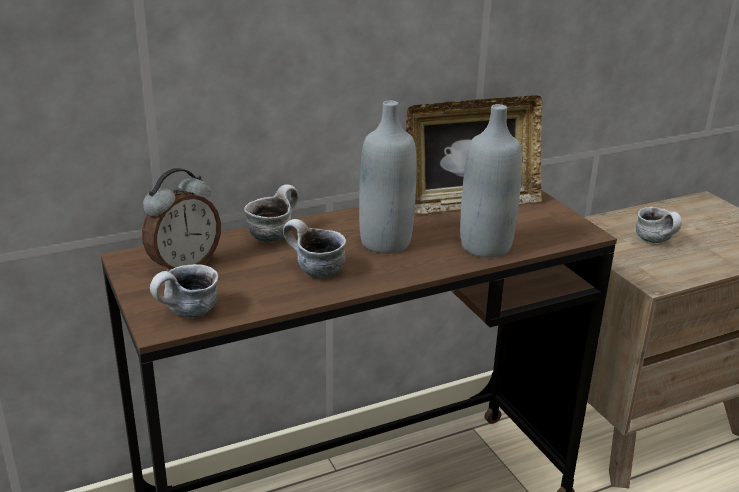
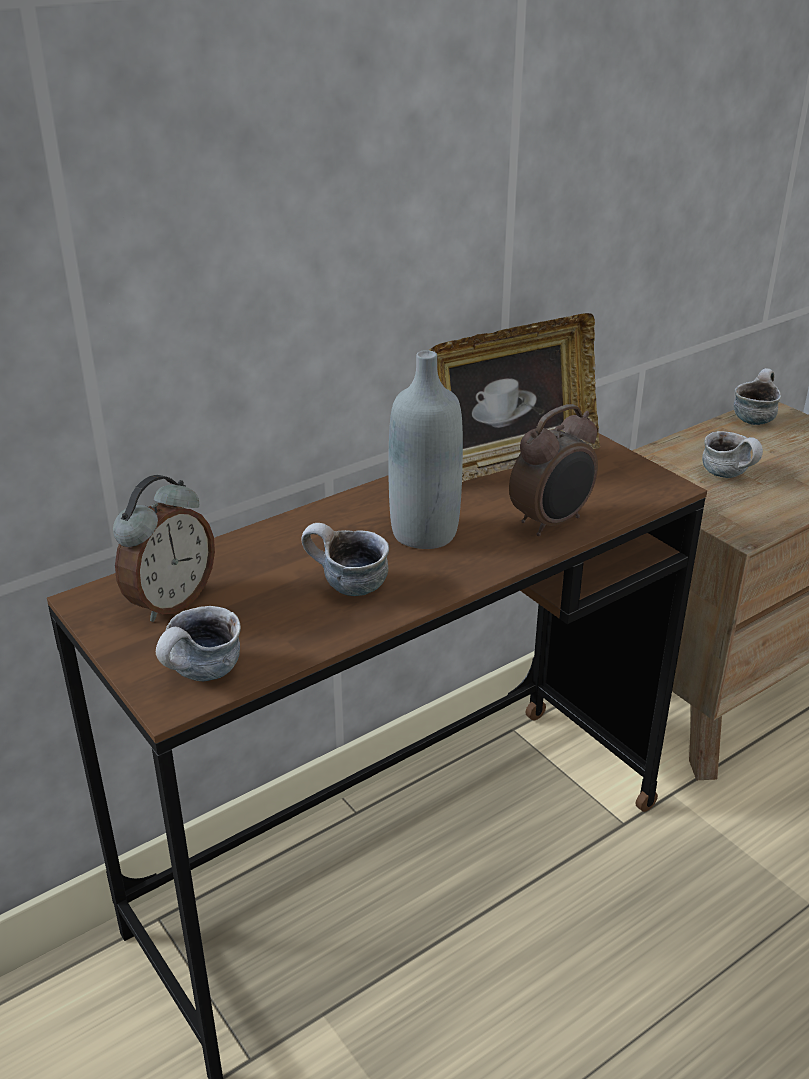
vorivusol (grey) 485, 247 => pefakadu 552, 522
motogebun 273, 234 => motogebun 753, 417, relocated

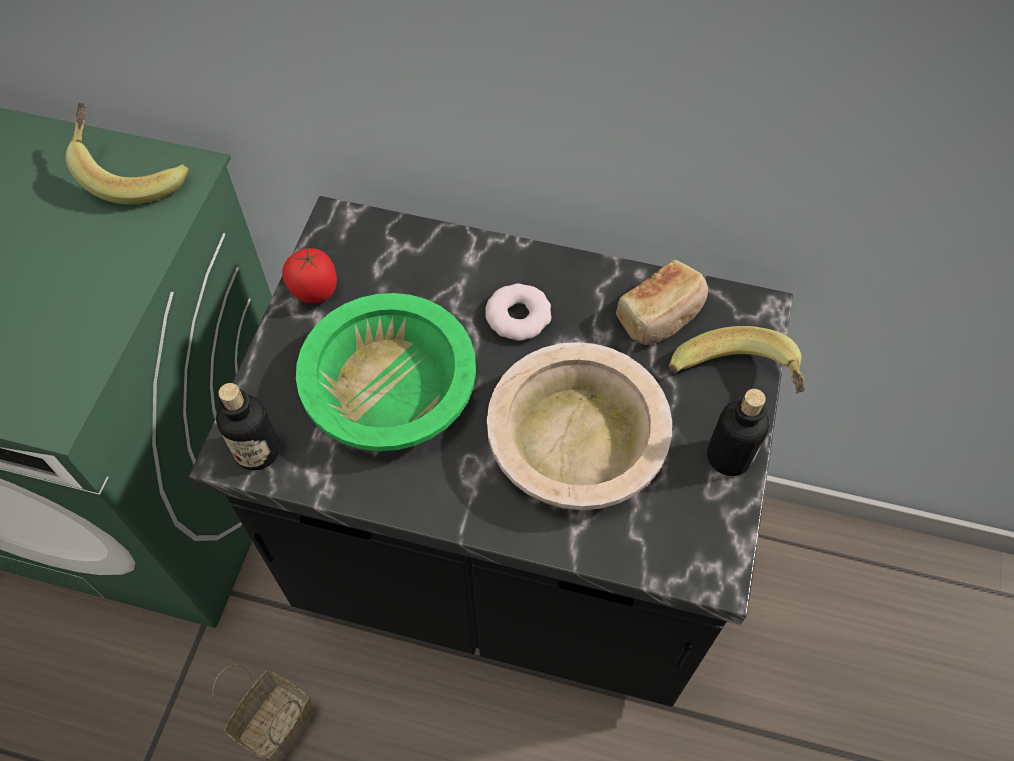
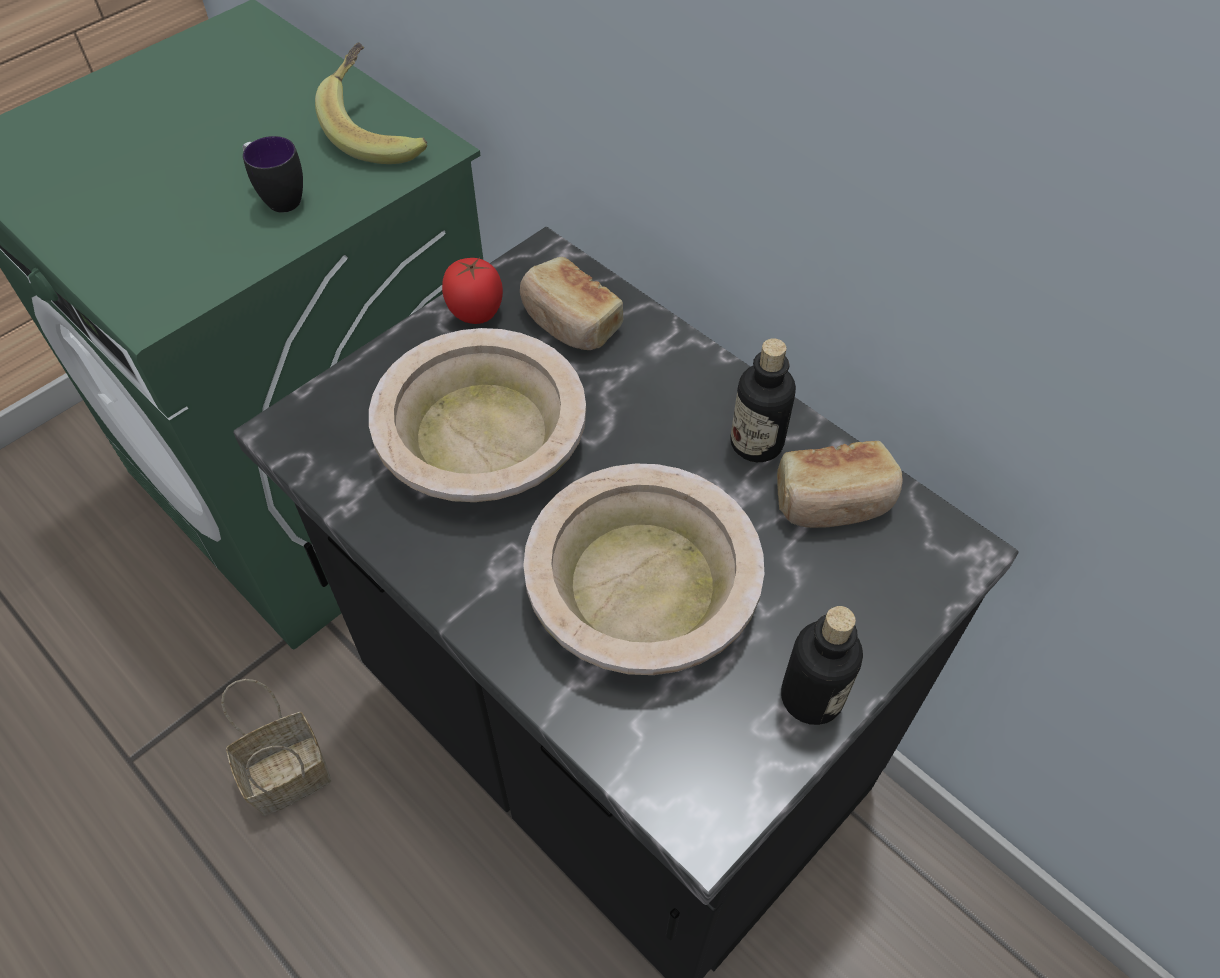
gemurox 518, 316 => nothing
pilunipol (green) 389, 387 => pilunipol (beige) 482, 437
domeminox 736, 384 => nothing
vorivusol 257, 451 => vorivusol 756, 443, relocated
nothing => motogebun 278, 198
nothing => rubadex 570, 322

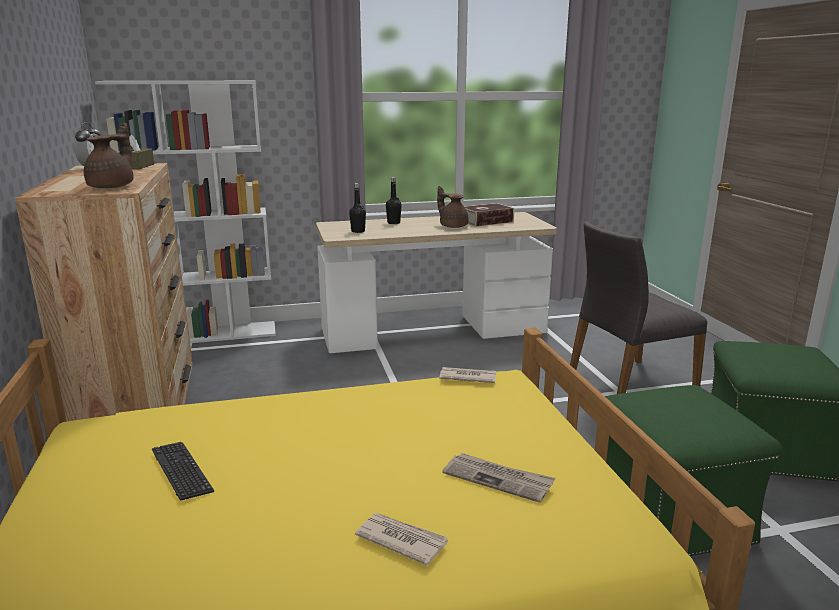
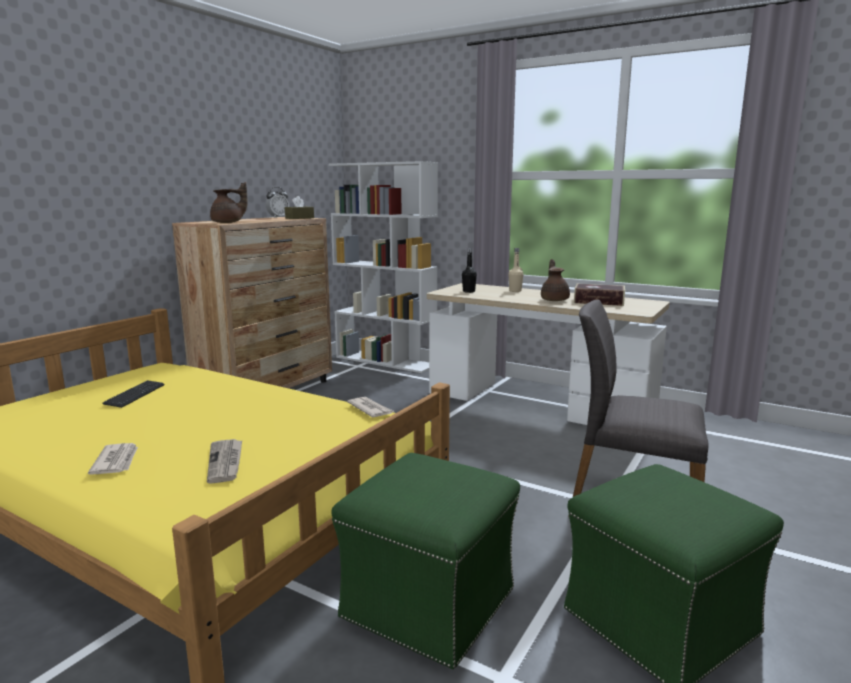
vorivusol (black) 393, 223 => vorivusol (beige) 515, 291

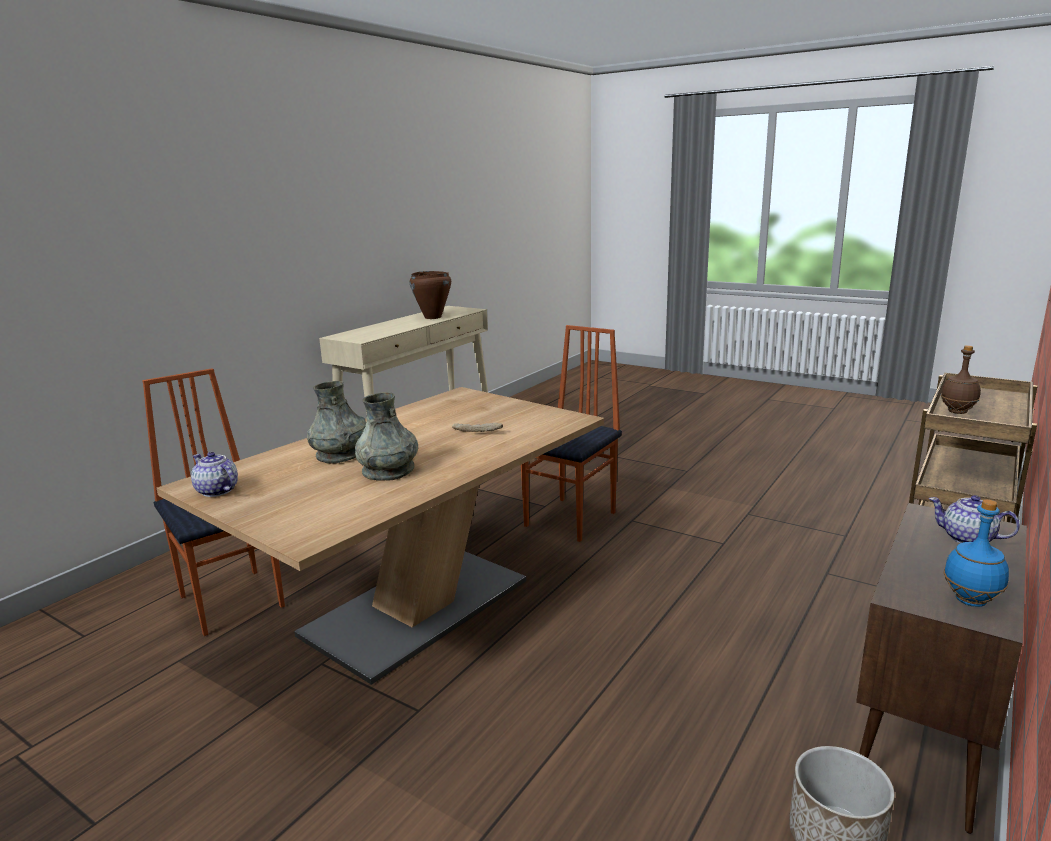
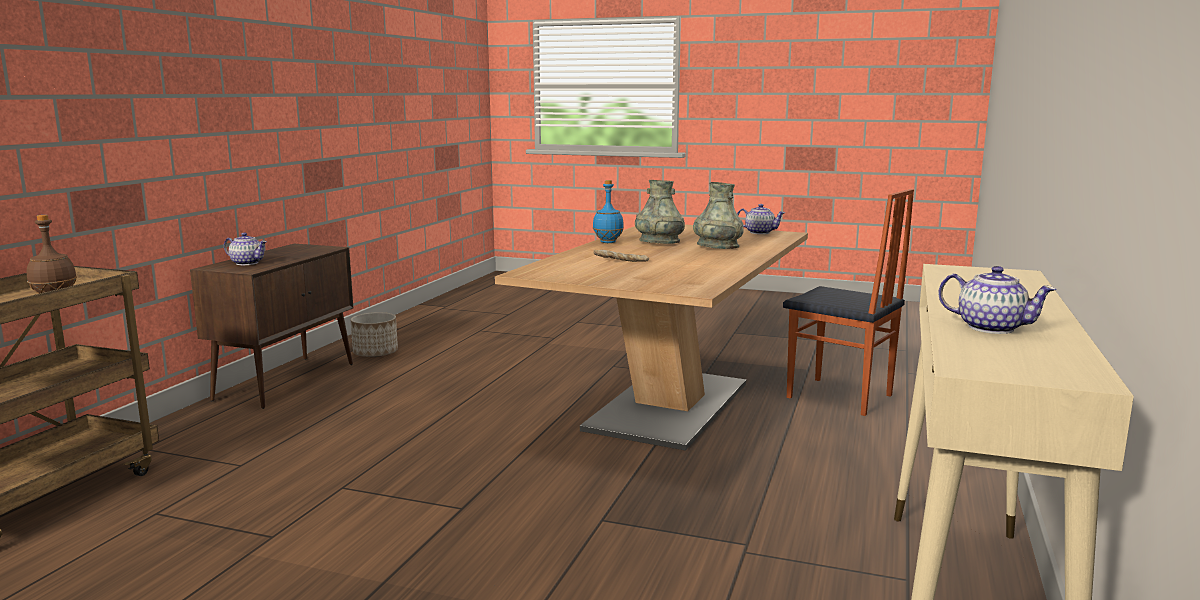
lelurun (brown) 432, 317 => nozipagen 990, 327
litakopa 572, 519 => nothing
vorivusol (blue) 971, 601 => vorivusol (blue) 607, 242, relocated

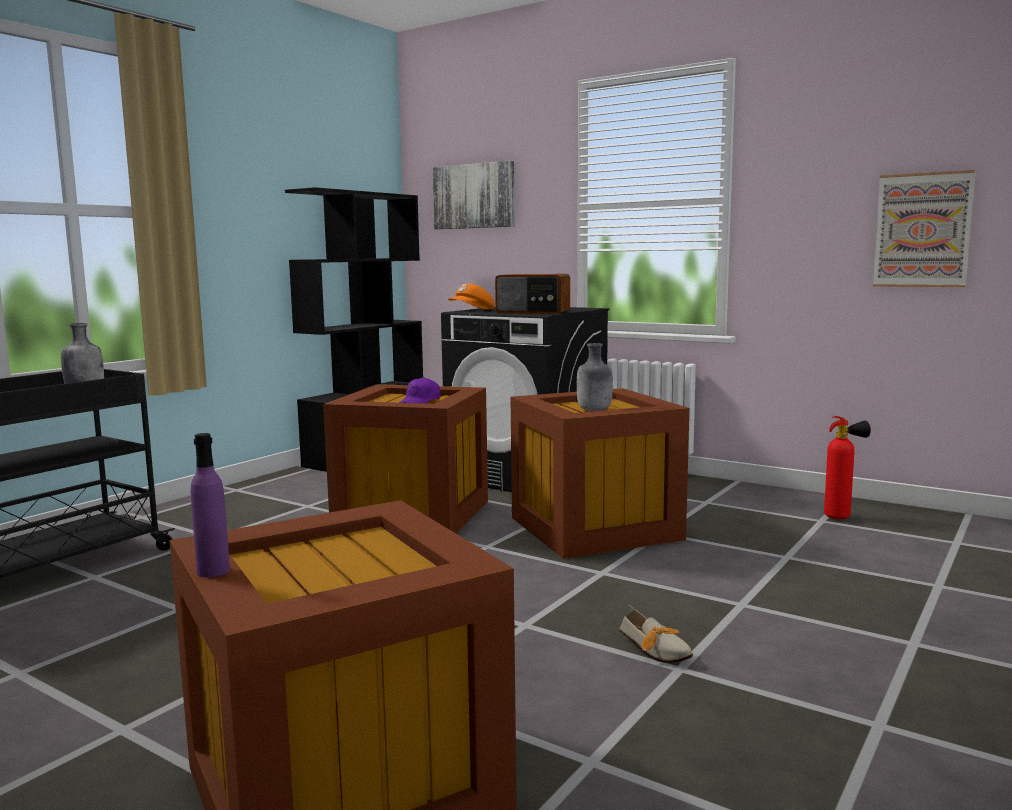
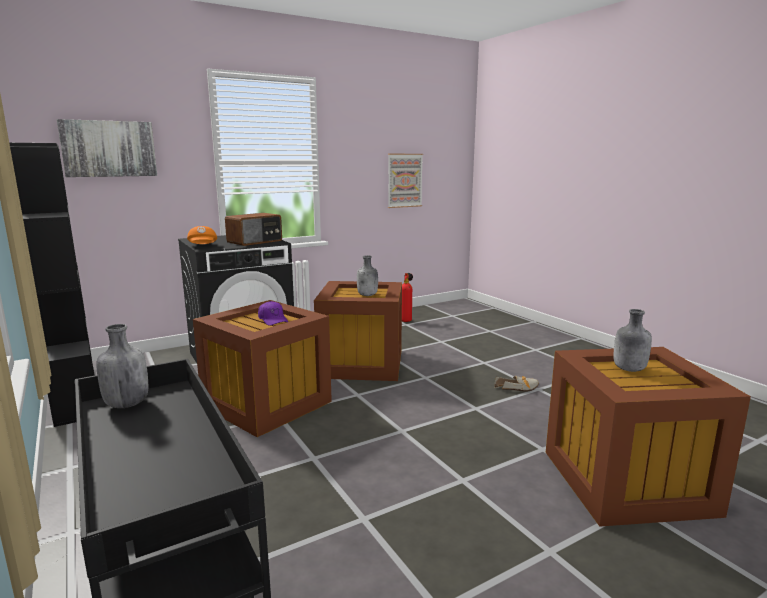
vorivusol (purple) 213, 571 => nothing
nothing => vorivusol (grey) 628, 369

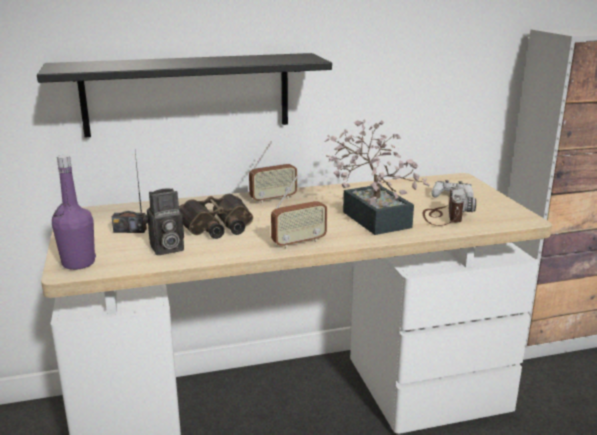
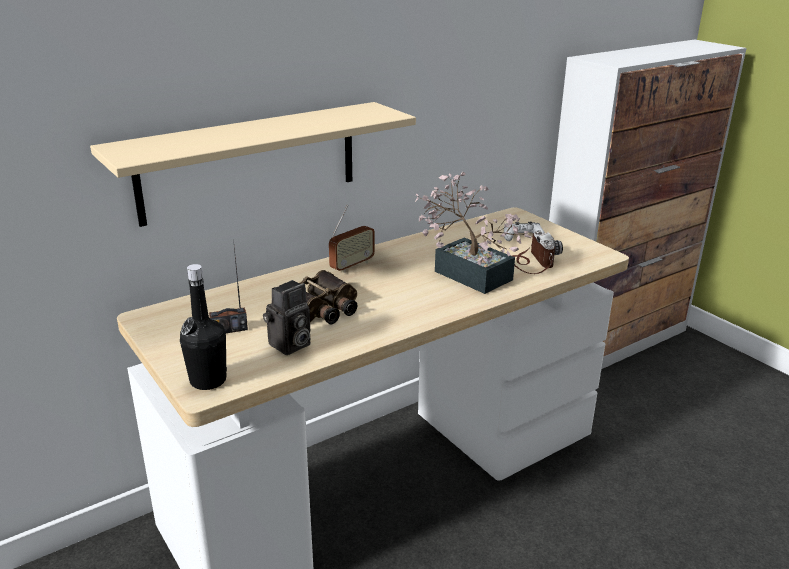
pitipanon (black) 187, 94 => pitipanon (beige) 250, 162
vorivusol (purple) 78, 263 => vorivusol (black) 208, 380
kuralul 299, 242 => nothing

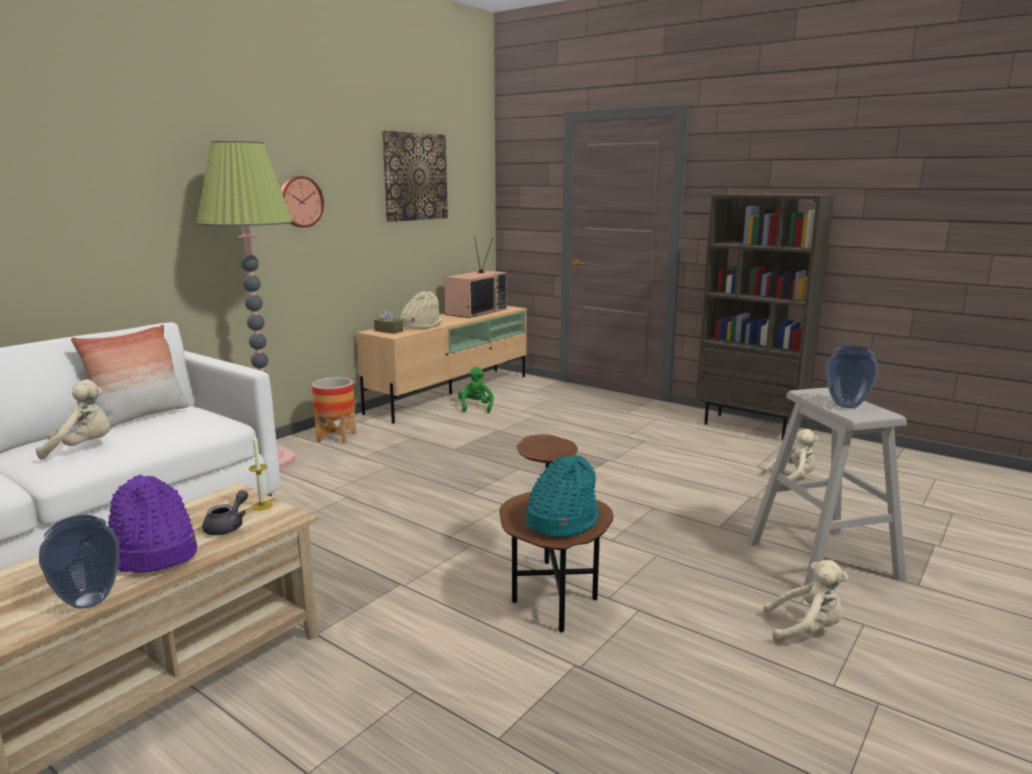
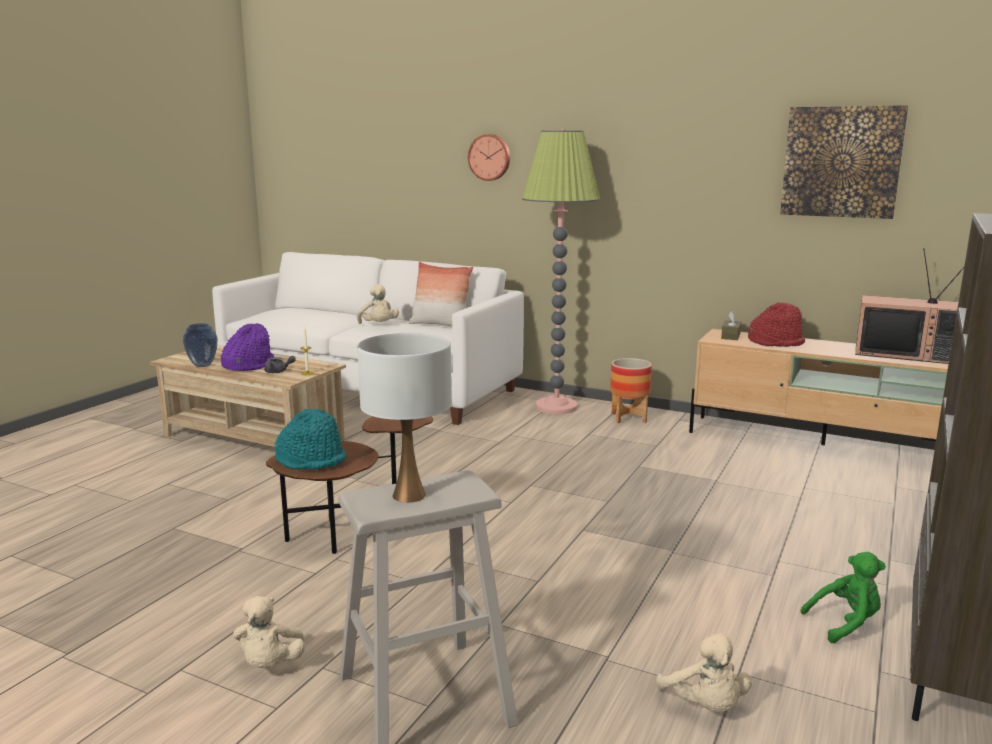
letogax 299, 201 => letogax 490, 157, relocated
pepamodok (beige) 421, 325 => pepamodok (red) 776, 342
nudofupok 846, 405 => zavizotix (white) 409, 495
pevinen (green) 475, 407 => pevinen (green) 845, 624, relocated

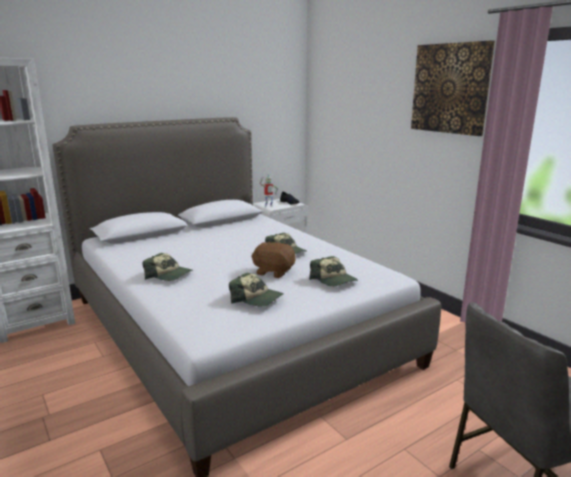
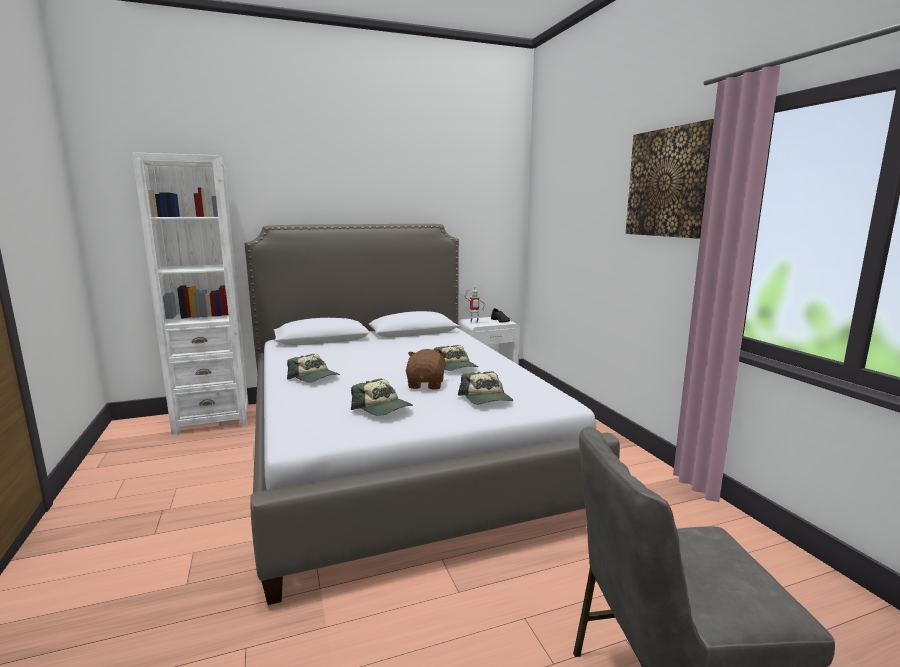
pevinen (brown) 274, 272 => pevinen (brown) 426, 384, 60 degrees clockwise

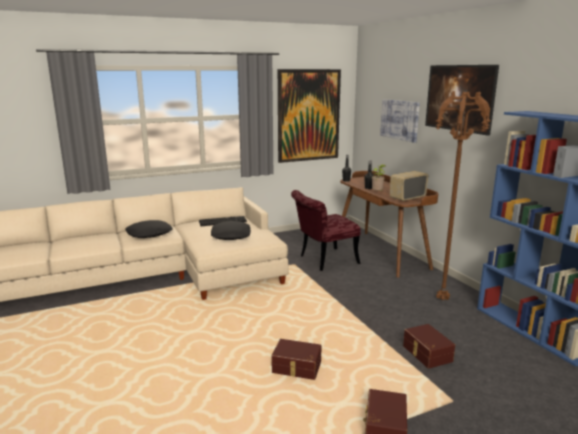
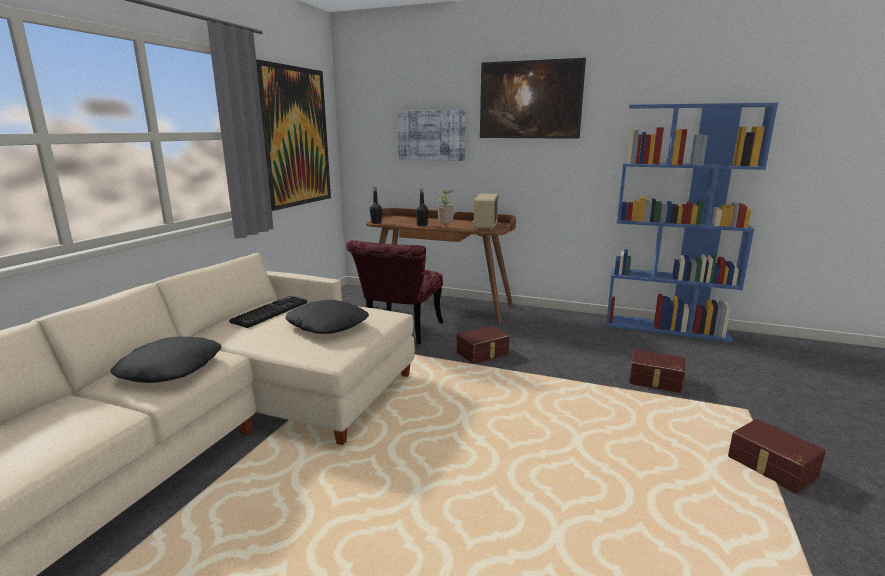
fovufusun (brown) 442, 300 => nothing
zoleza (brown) 296, 368 => zoleza (brown) 483, 353, relocated

